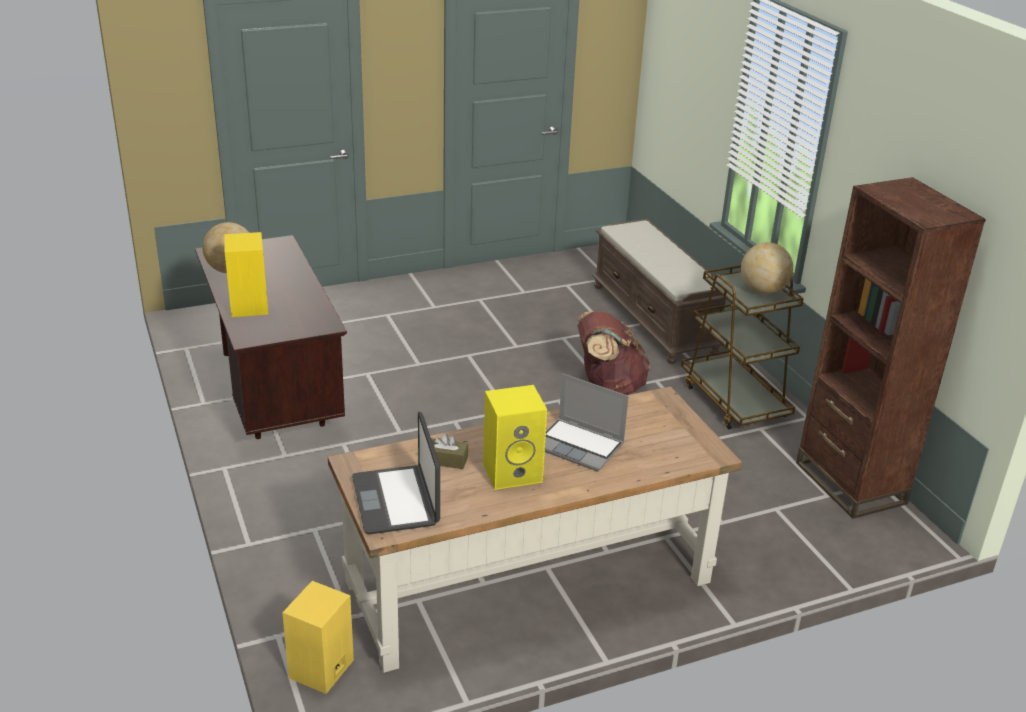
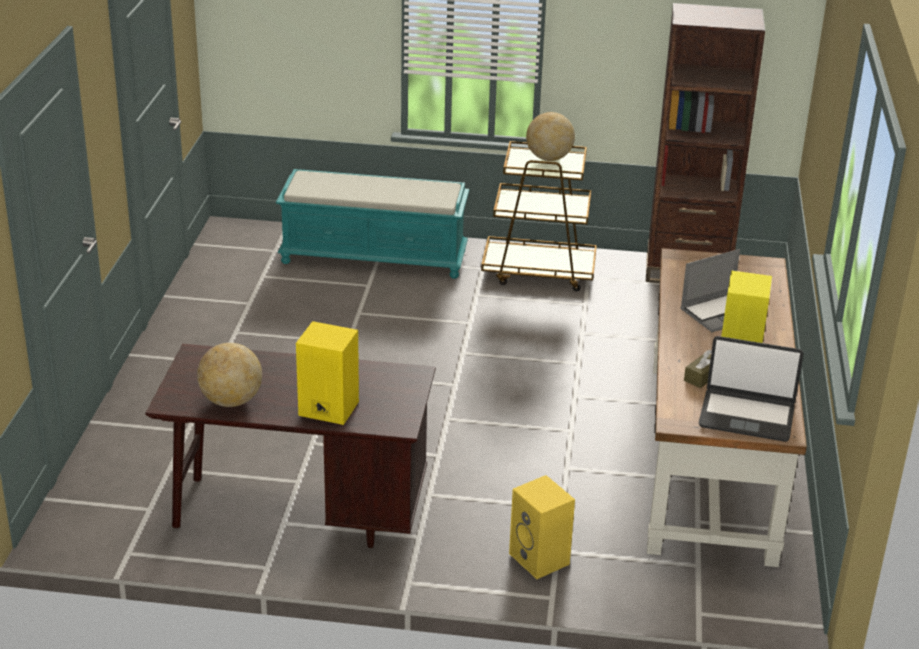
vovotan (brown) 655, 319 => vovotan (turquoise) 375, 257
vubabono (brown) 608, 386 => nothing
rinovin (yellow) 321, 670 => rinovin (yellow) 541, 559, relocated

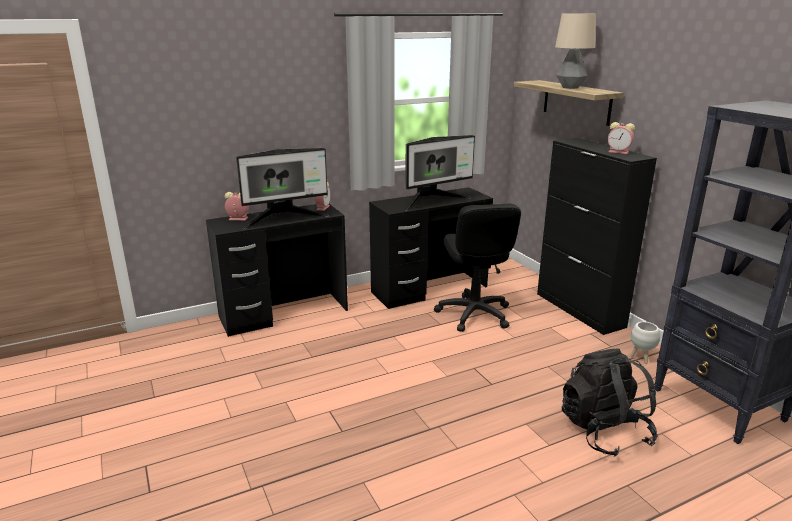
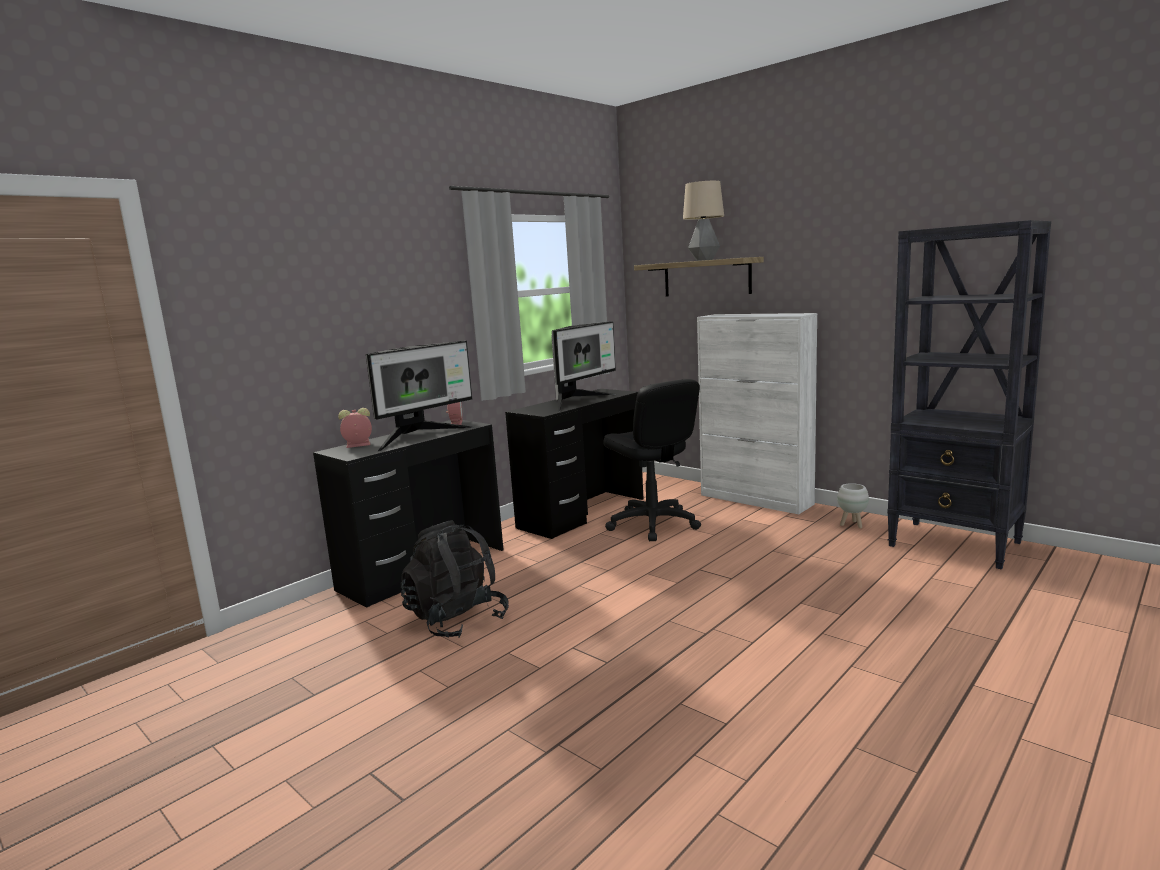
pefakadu 619, 152 => nothing
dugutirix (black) 579, 310 => dugutirix (white) 756, 500
vubabono (black) 604, 431 => vubabono (black) 456, 620, relocated

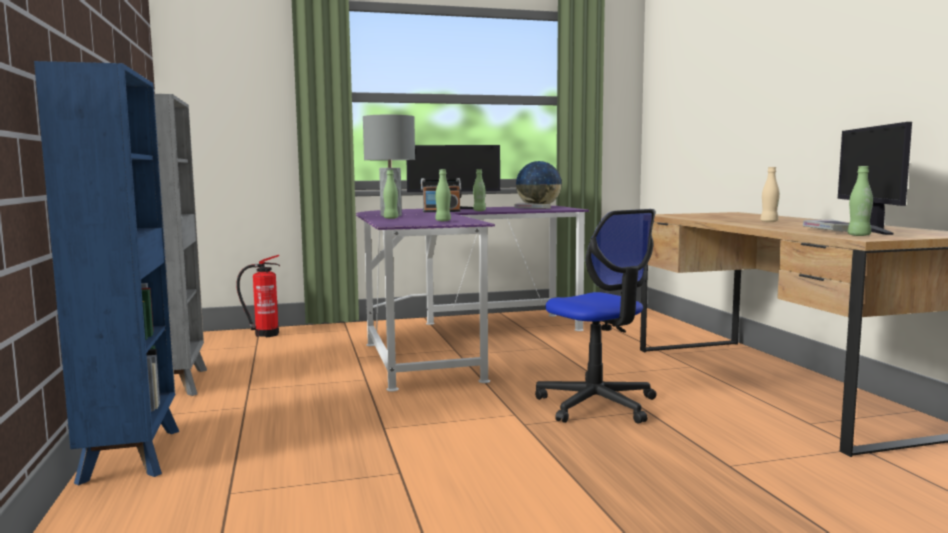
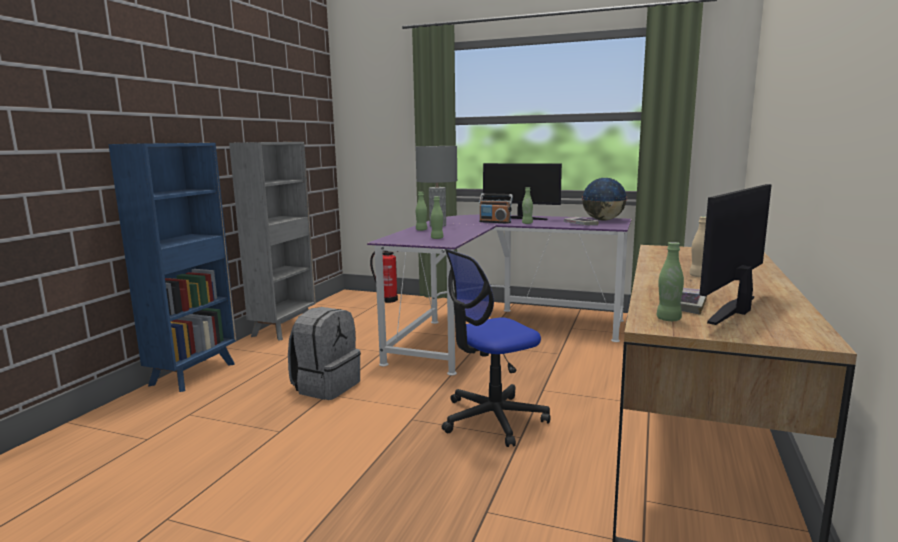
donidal 597, 405 => donidal 492, 419, 60 degrees clockwise
nothing => vubabono (grey) 326, 386

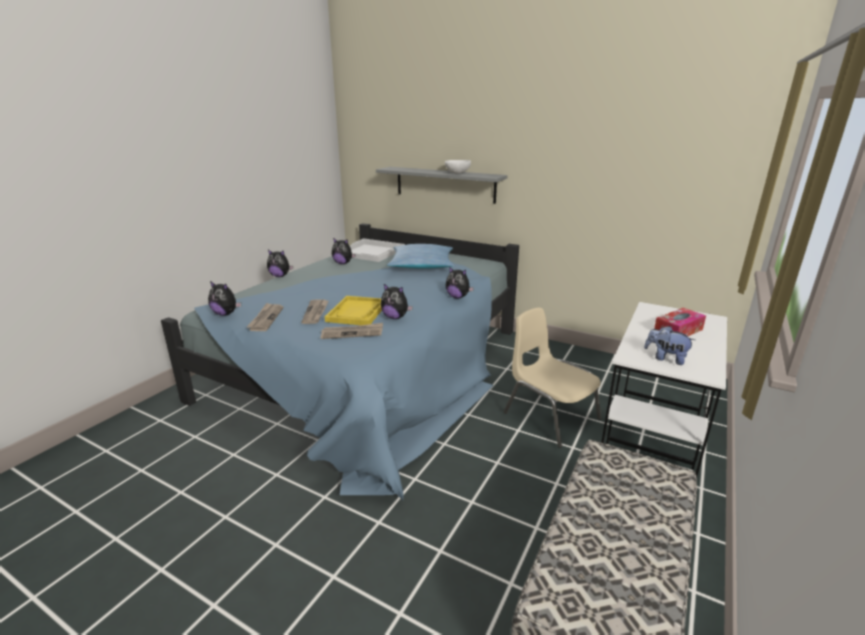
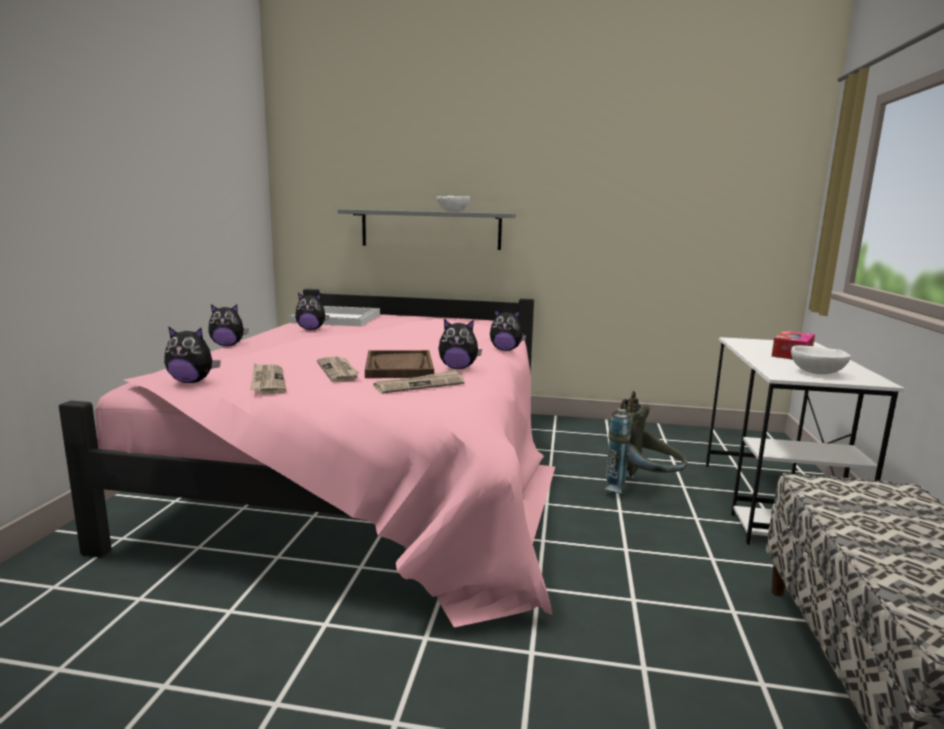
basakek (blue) 372, 369 => basakek (pink) 376, 471
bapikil 421, 265 => nothing
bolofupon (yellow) 357, 312 => bolofupon (brown) 399, 367
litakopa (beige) 549, 415 => vubabono (grey) 642, 490
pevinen 665, 358 => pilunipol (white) 816, 373

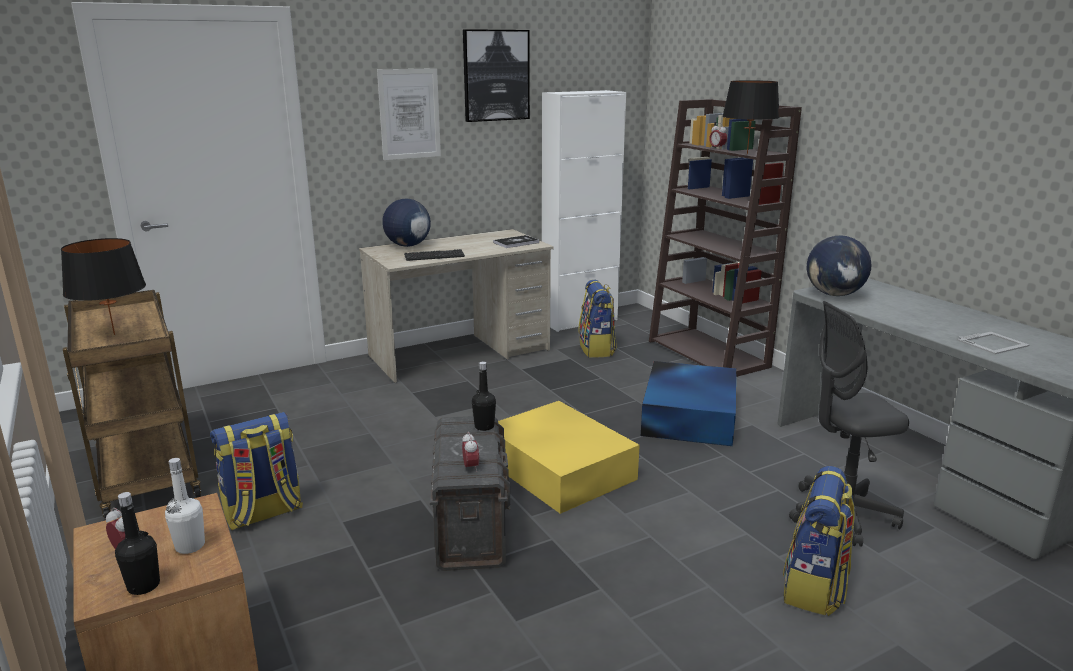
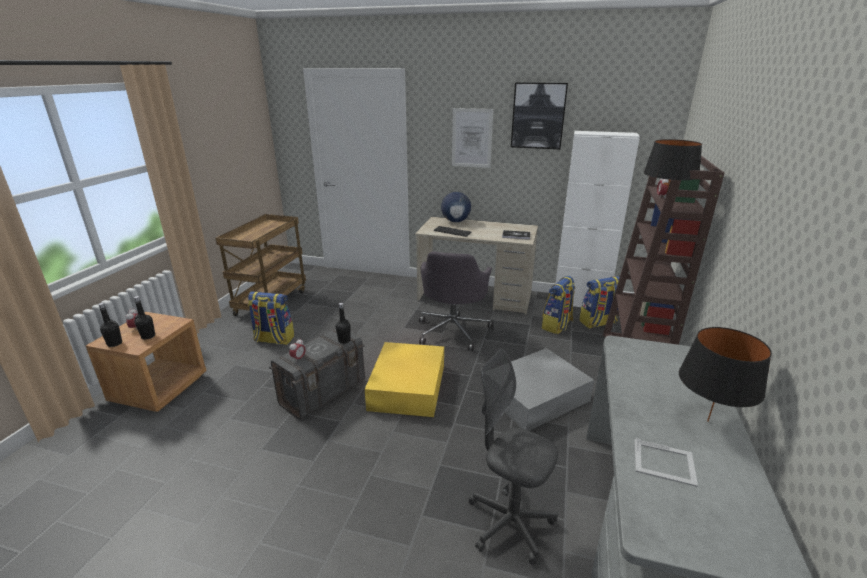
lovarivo 834, 295 => nothing
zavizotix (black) 114, 334 => zavizotix (black) 708, 421, relocated
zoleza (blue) 690, 415 => zoleza (grey) 537, 396
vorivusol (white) 190, 546 => vorivusol (black) 148, 336
vubabono 814, 588 => vubabono 598, 323, relocated
nothing => donidal (grey) 453, 330

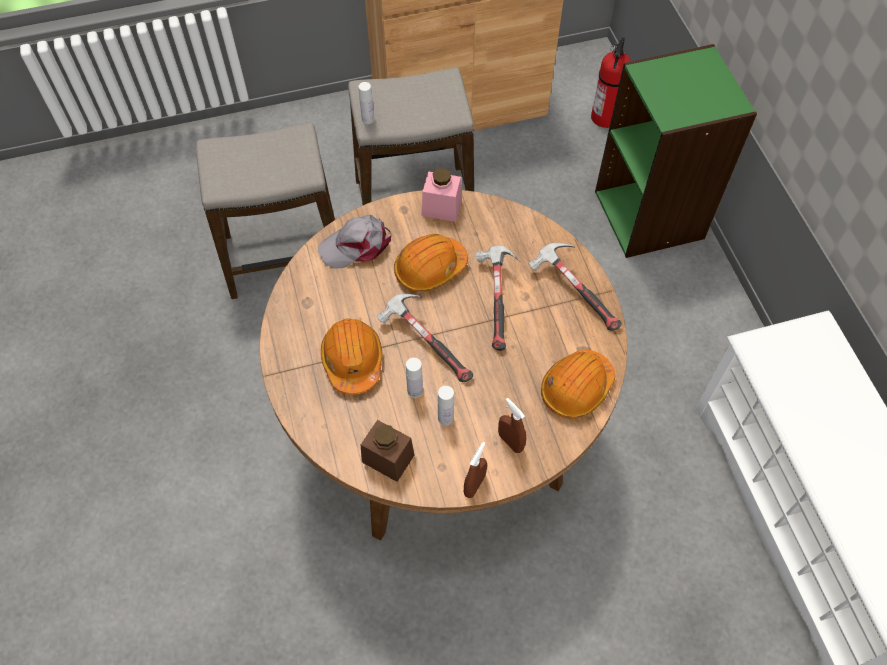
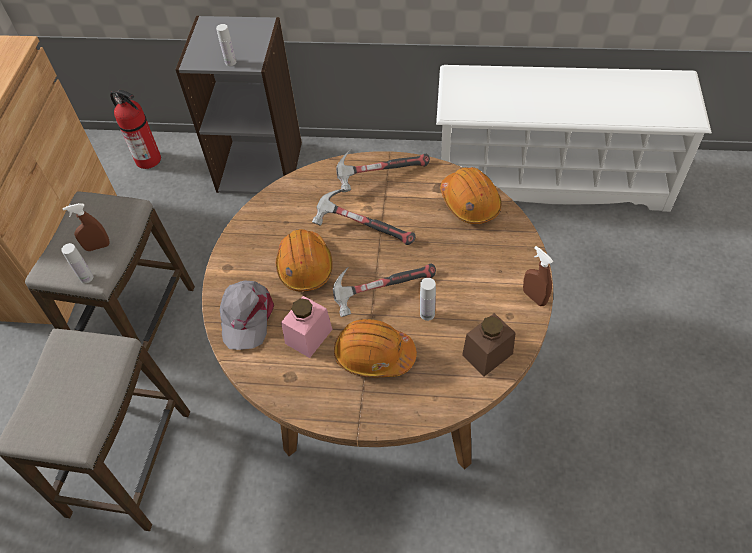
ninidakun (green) 650, 214 => ninidakun (grey) 260, 166
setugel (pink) 441, 207 => setugel (pink) 308, 336, relocated
vorivusol (white) 445, 418 => vorivusol (white) 230, 62, relocated
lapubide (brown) 510, 442 => lapubide (brown) 97, 246, relocated

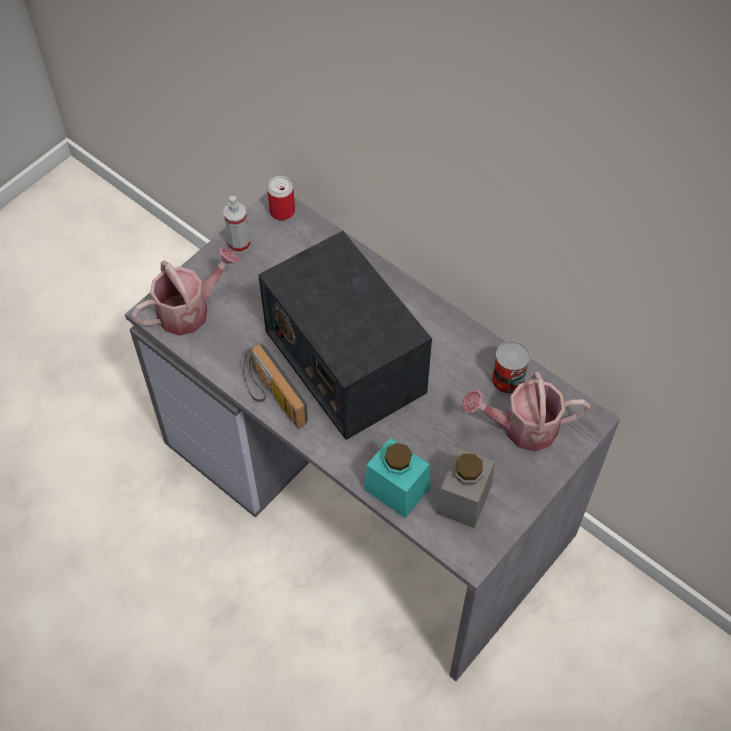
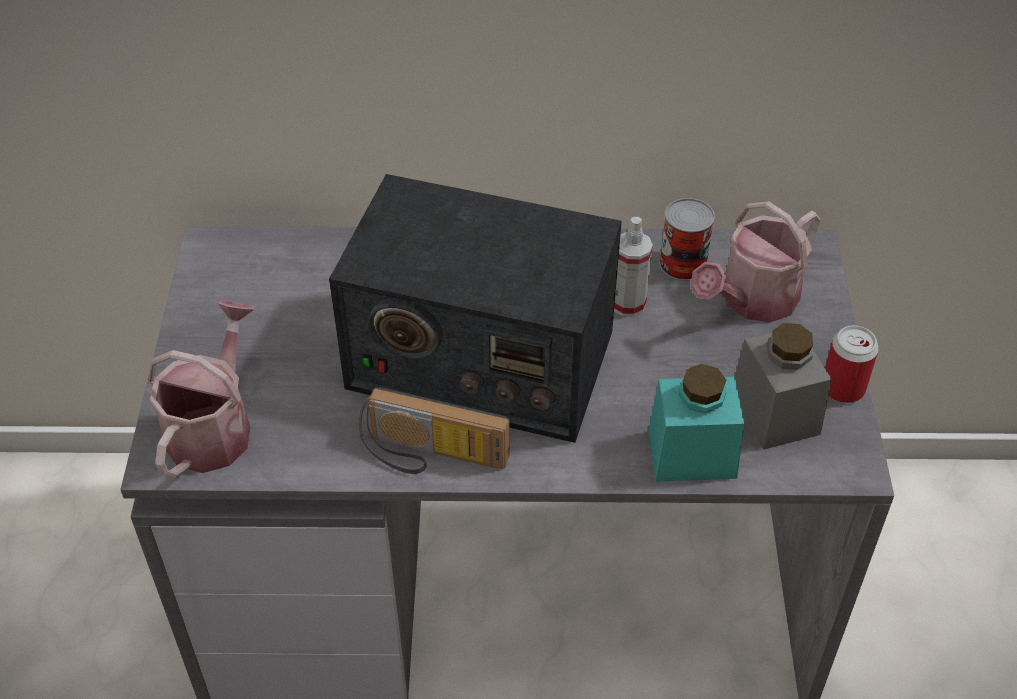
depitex 282, 211 => depitex 843, 388, relocated
lapubide 239, 244 => lapubide 628, 304, relocated

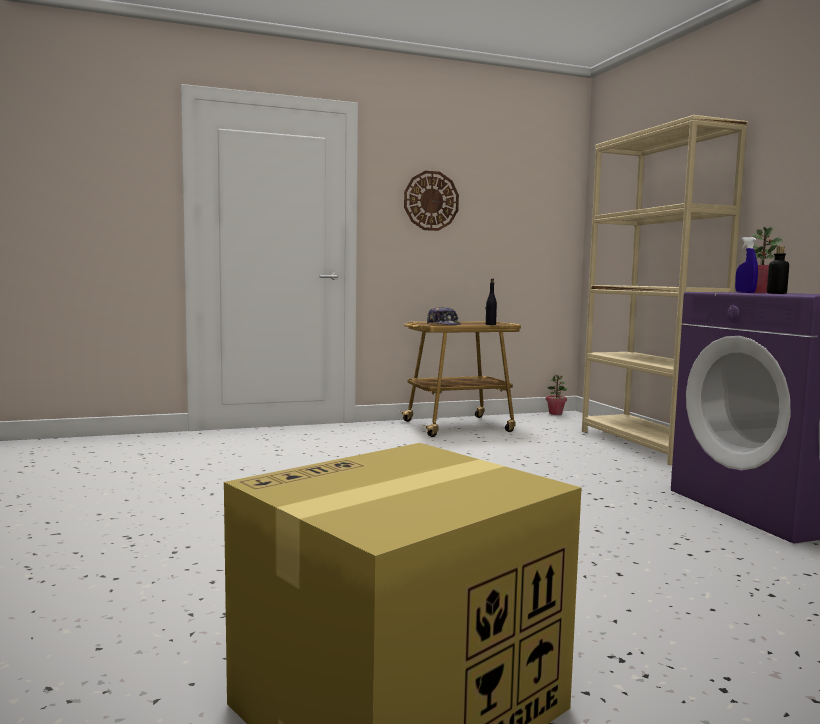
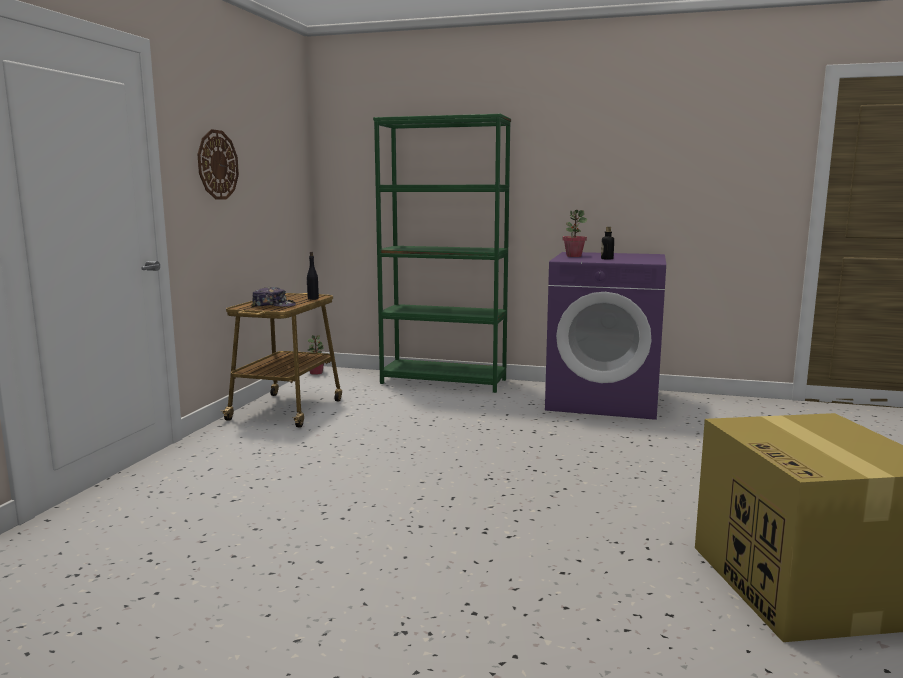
ninidakun (beige) 646, 445 => ninidakun (green) 444, 381
lapubide (blue) 745, 292 => nothing

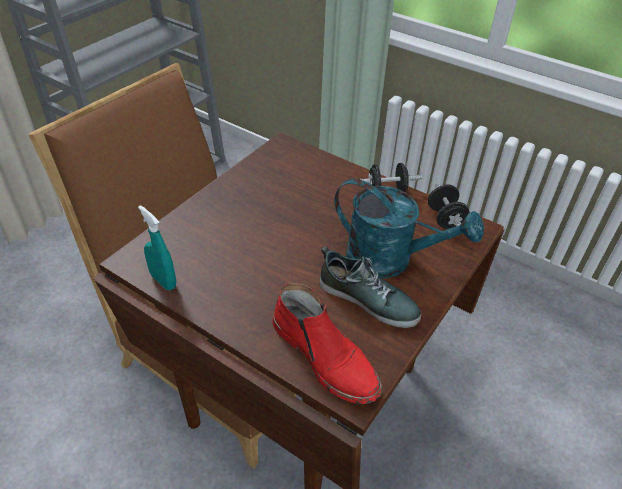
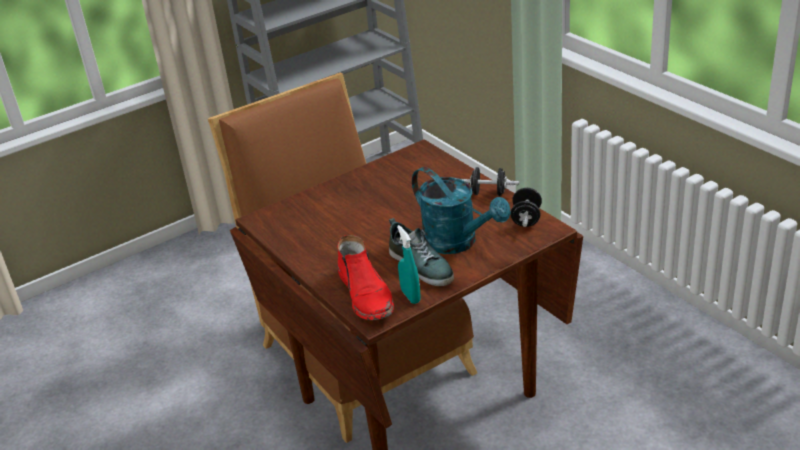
lapubide (turquoise) 163, 281 => lapubide (turquoise) 410, 296, relocated

